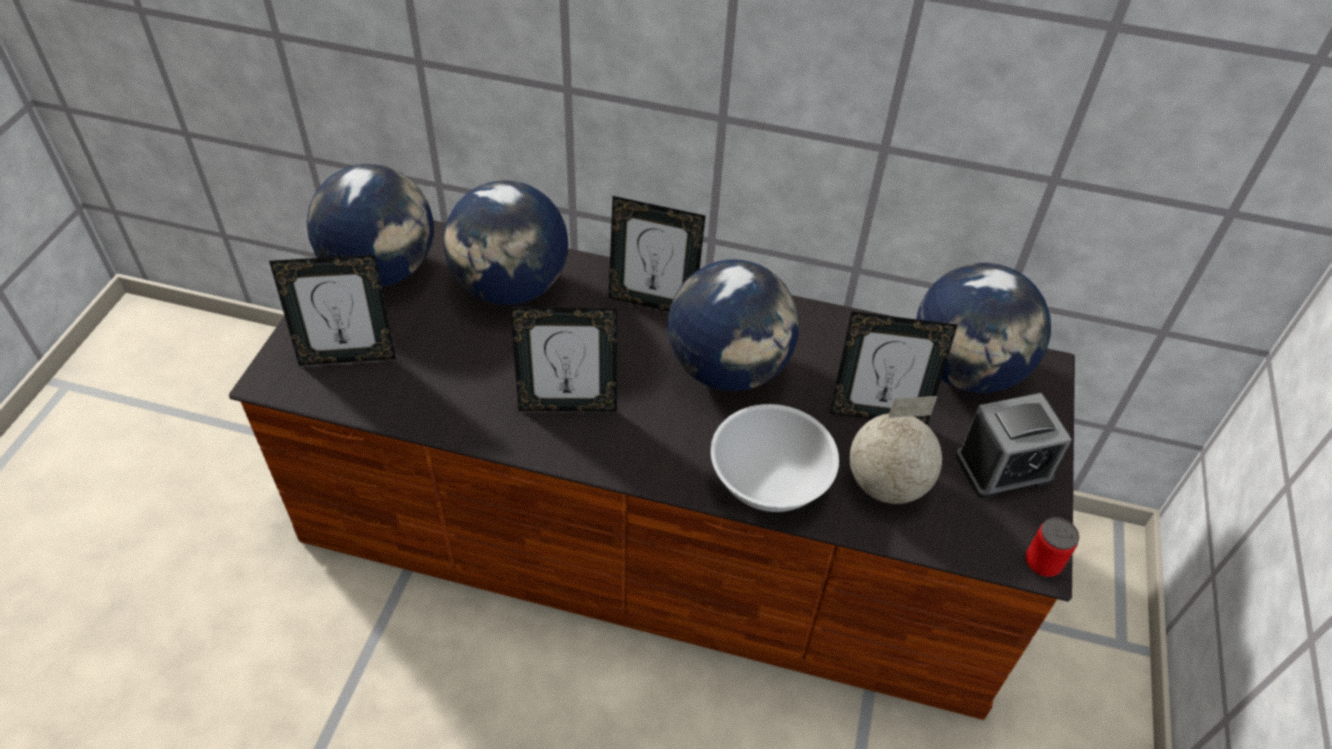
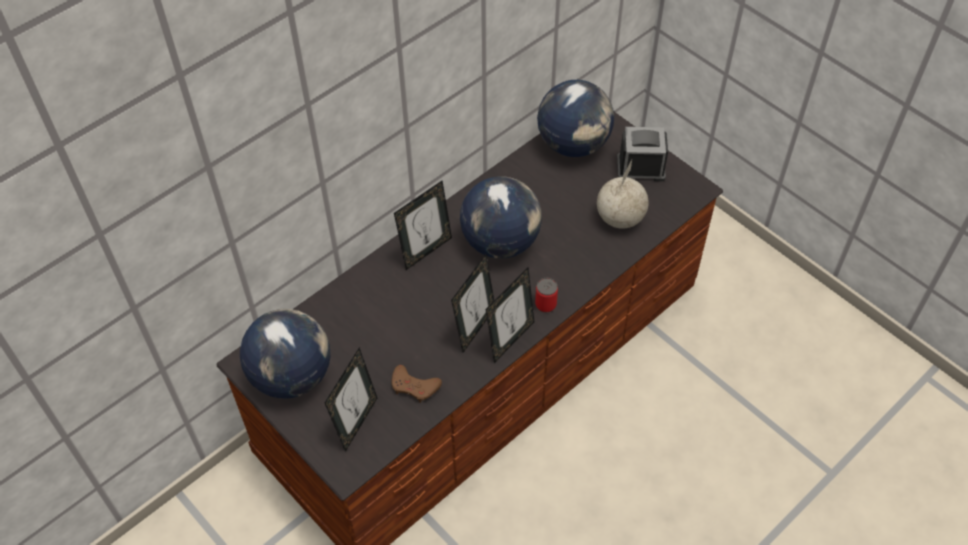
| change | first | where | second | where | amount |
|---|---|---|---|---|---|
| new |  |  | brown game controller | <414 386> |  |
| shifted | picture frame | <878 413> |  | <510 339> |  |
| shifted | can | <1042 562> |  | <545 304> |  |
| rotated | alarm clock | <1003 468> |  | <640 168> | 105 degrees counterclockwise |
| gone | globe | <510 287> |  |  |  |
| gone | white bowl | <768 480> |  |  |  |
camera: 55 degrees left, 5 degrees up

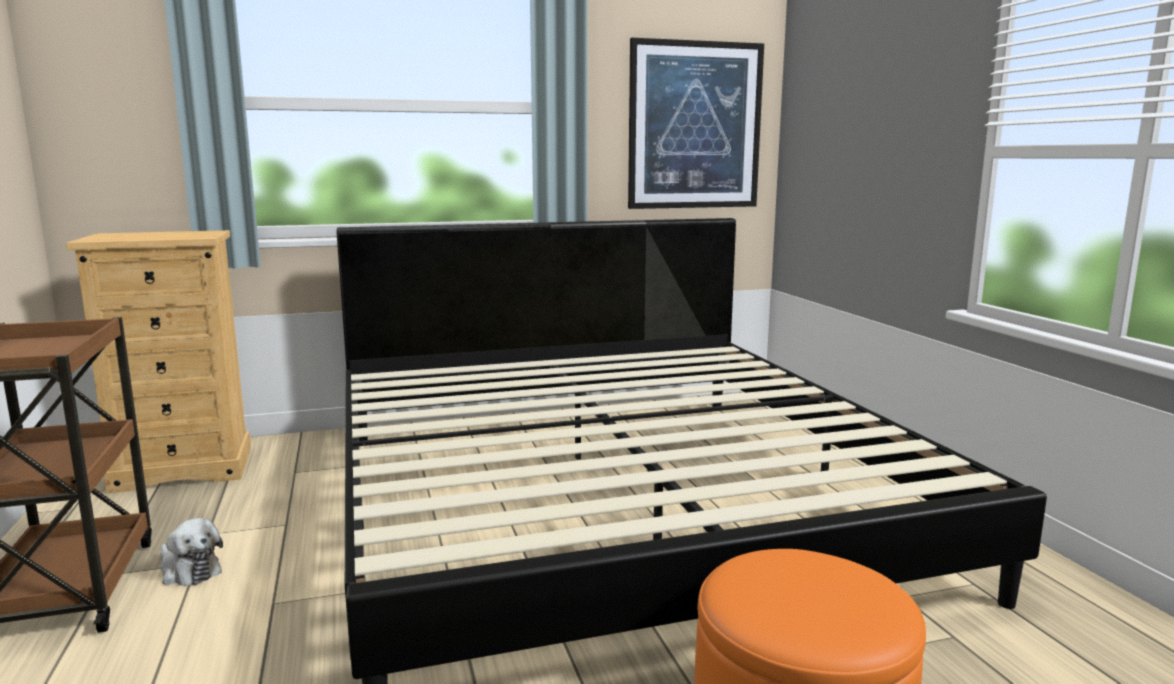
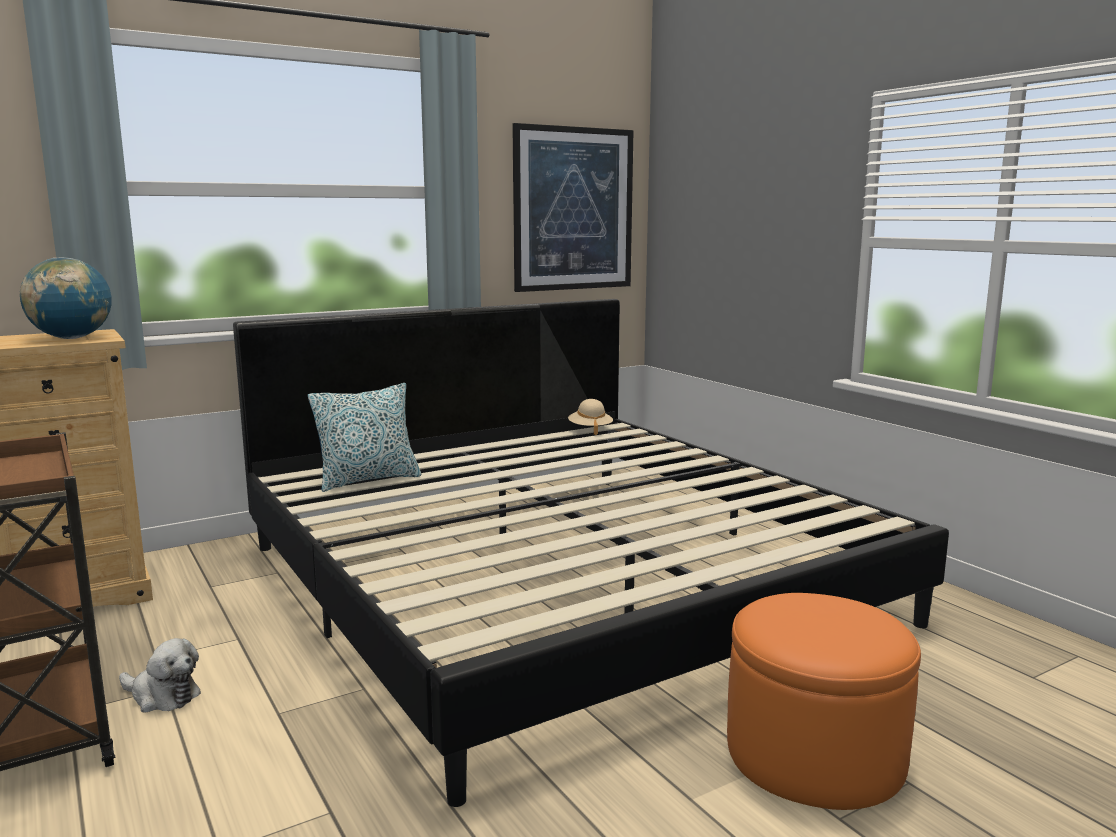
| change | first | where | second | where | amount |
|---|---|---|---|---|---|
| new |  |  | globe | <71 338> |  |
| new |  |  | pillow | <368 480> |  |
| new |  |  | beige hat | <590 429> |  |
camera: 15 degrees left, 0 degrees up

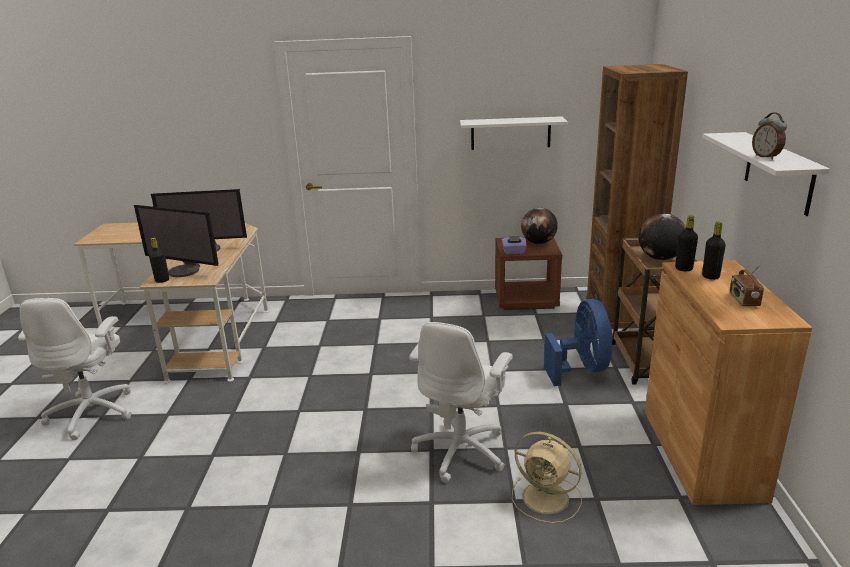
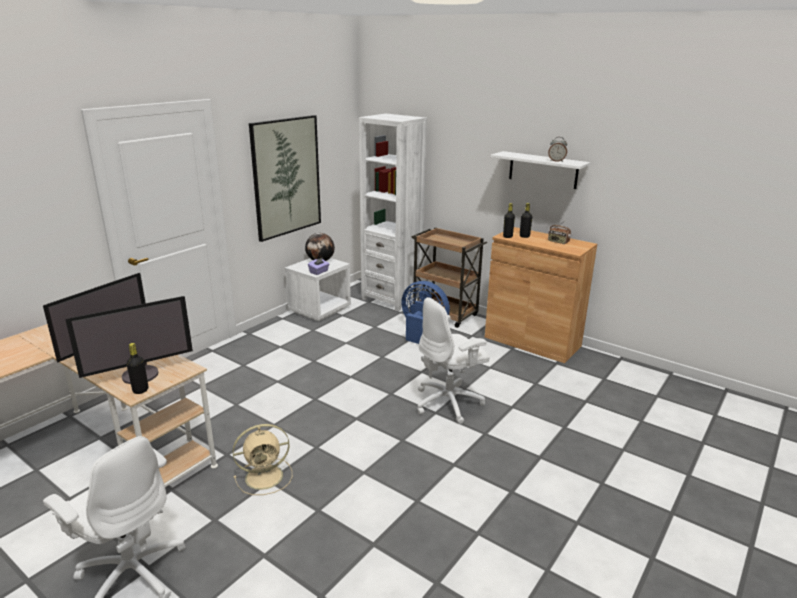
| change | first | where | second | where | amount |
|---|---|---|---|---|---|
| shifted | beige fan | <547 498> |  | <266 476> |  |
| swapped | white shelf | <510 133> | picture | <286 177> |  |
| repainted | brown nightstand | <526 299> | white nightstand | <319 309> |  |
| repainted | brown bookcase | <619 319> | white bookcase | <391 298> |  |
| rotated | white office chair | <461 450> |  | <449 403> | 90 degrees clockwise |
| gone | globe | <659 258> |  |  |  |
camera: 55 degrees left, 0 degrees up

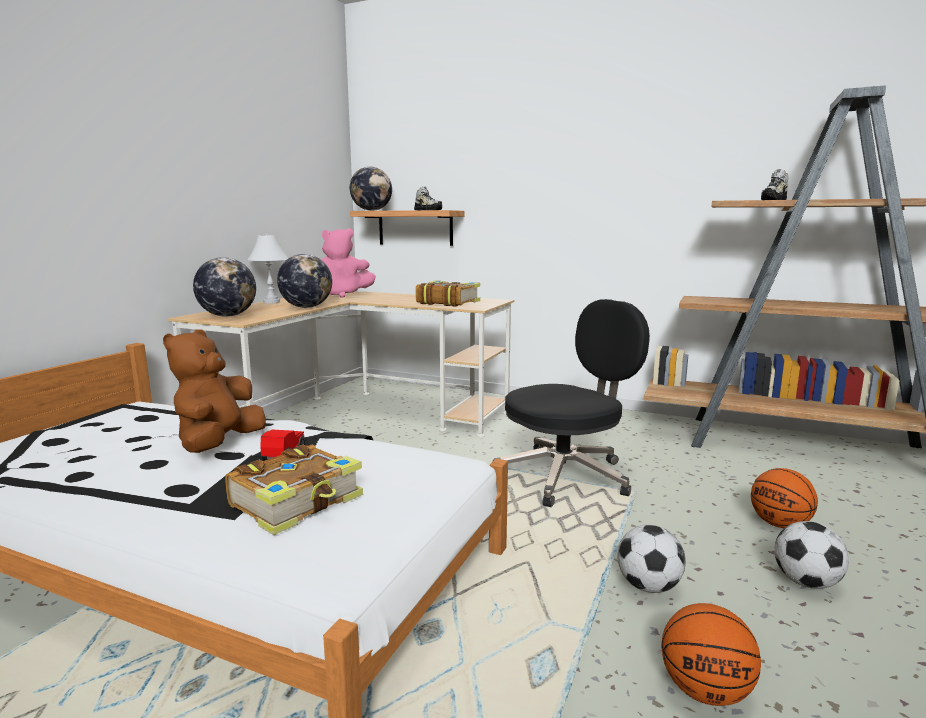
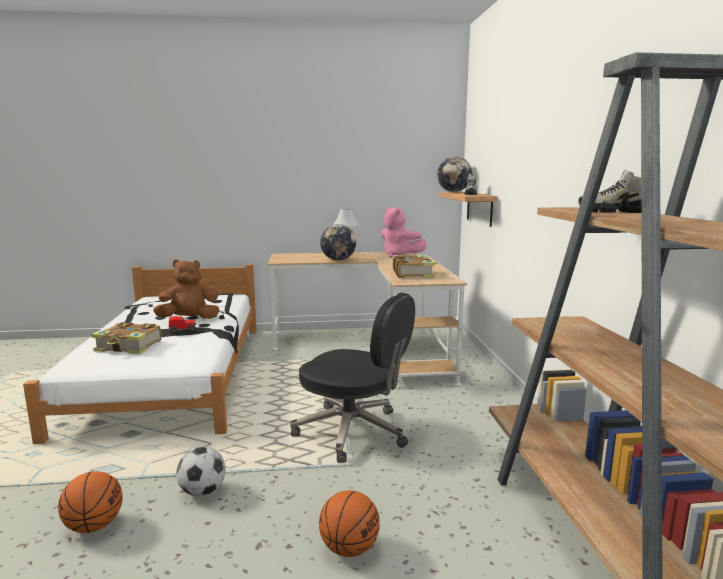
| change | first | where | second | where | amount |
|---|---|---|---|---|---|
| gone | globe | <227 316> |  |  |  |
| gone | football | <806 582> |  |  |  |
camera: 60 degrees right, 0 degrees up

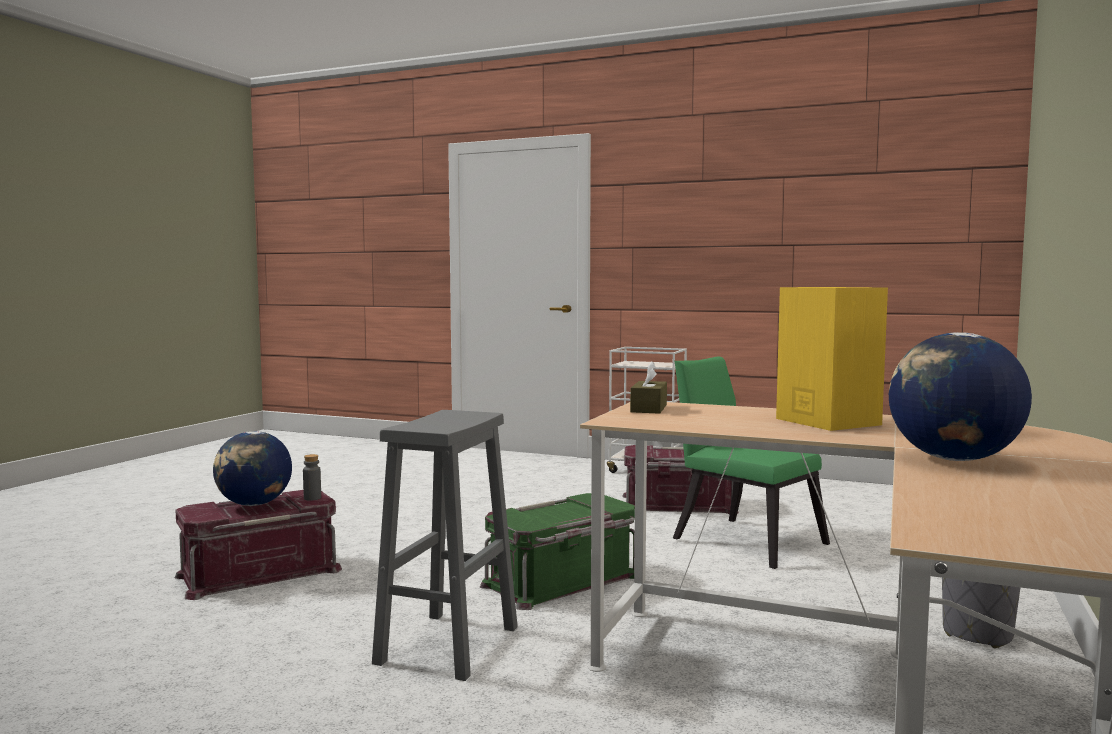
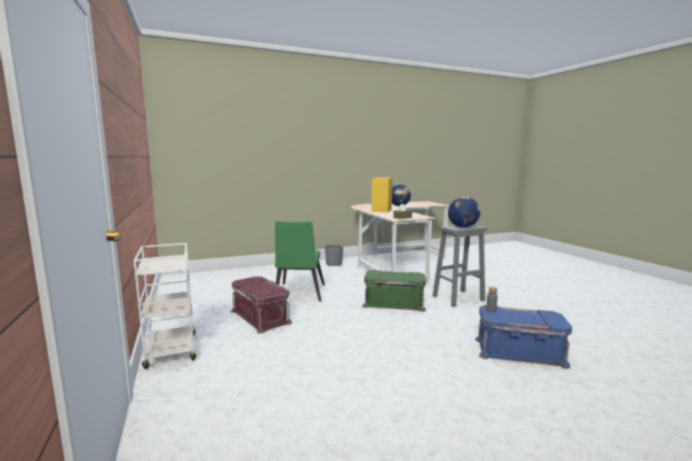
| change | first | where | second | where | amount |
|---|---|---|---|---|---|
| shifted | globe | <254 504> |  | <462 227> |  |
| repainted | red storage box | <259 572> | blue storage box | <519 352> |  |
camera: 135 degrees left, 5 degrees up

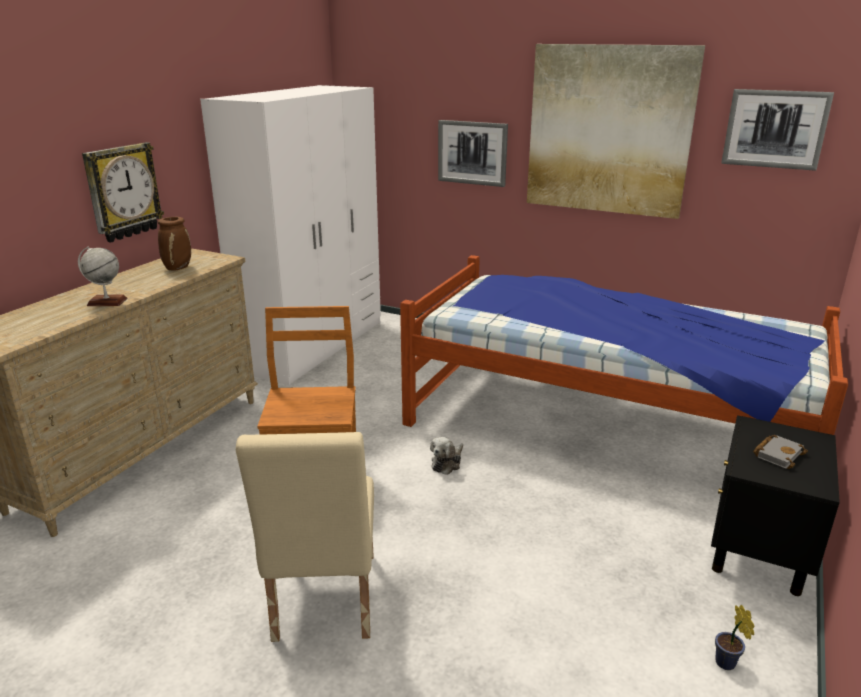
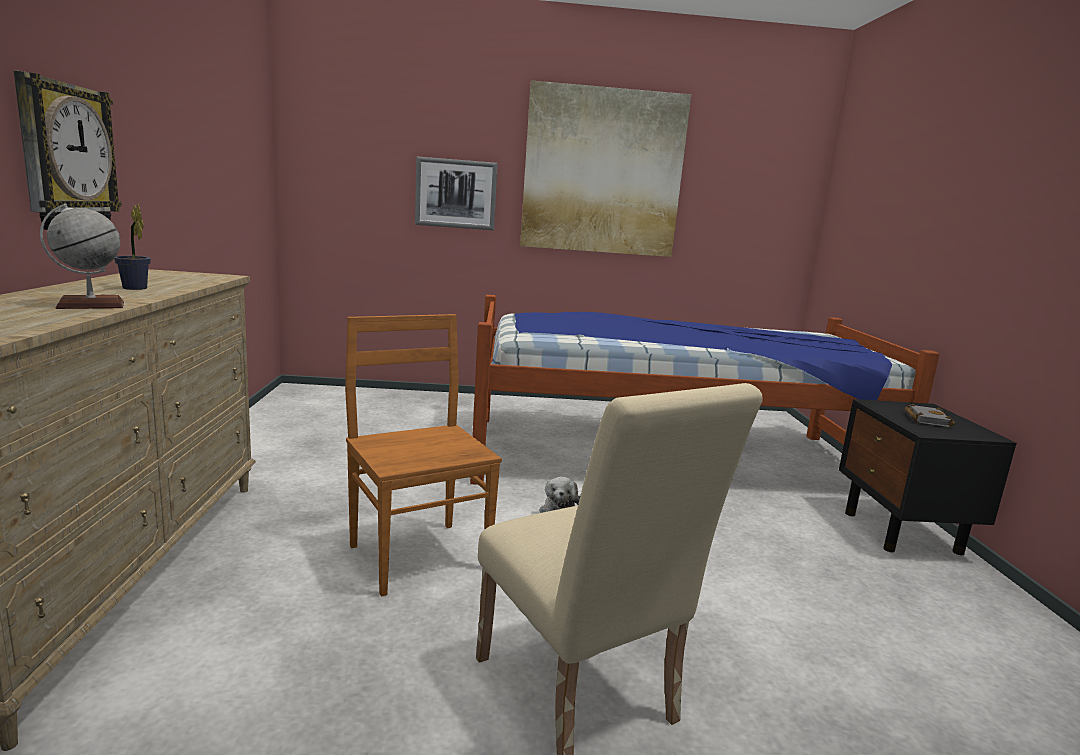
| change | first | where | second | where | amount |
|---|---|---|---|---|---|
| shifted | potted plant | <727 665> |  | <135 288> |  |
| gone | brown vase | <178 268> |  |  |  |
| gone | white wardrobe | <314 345> |  |  |  |
| gone | picture | <775 129> |  |  |  |
camera: 30 degrees left, 10 degrees down

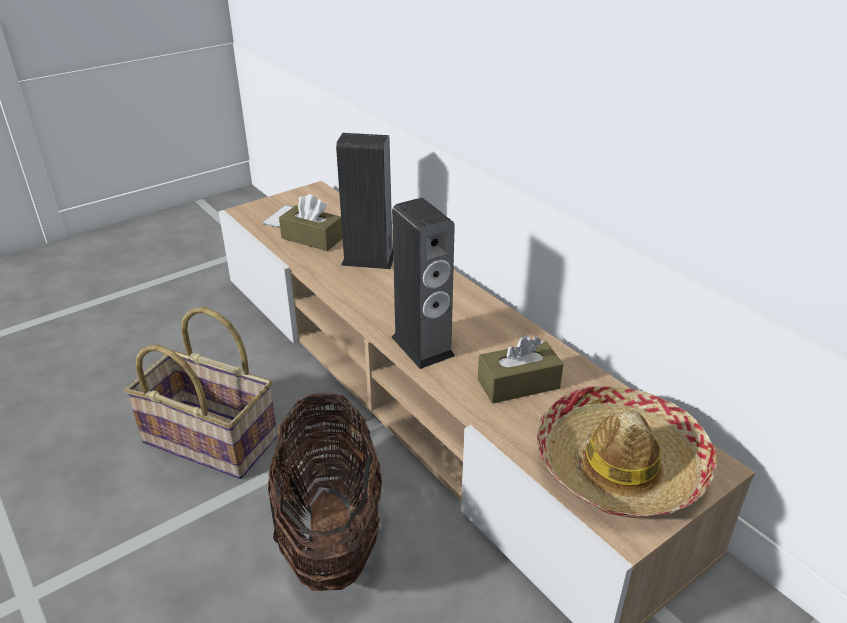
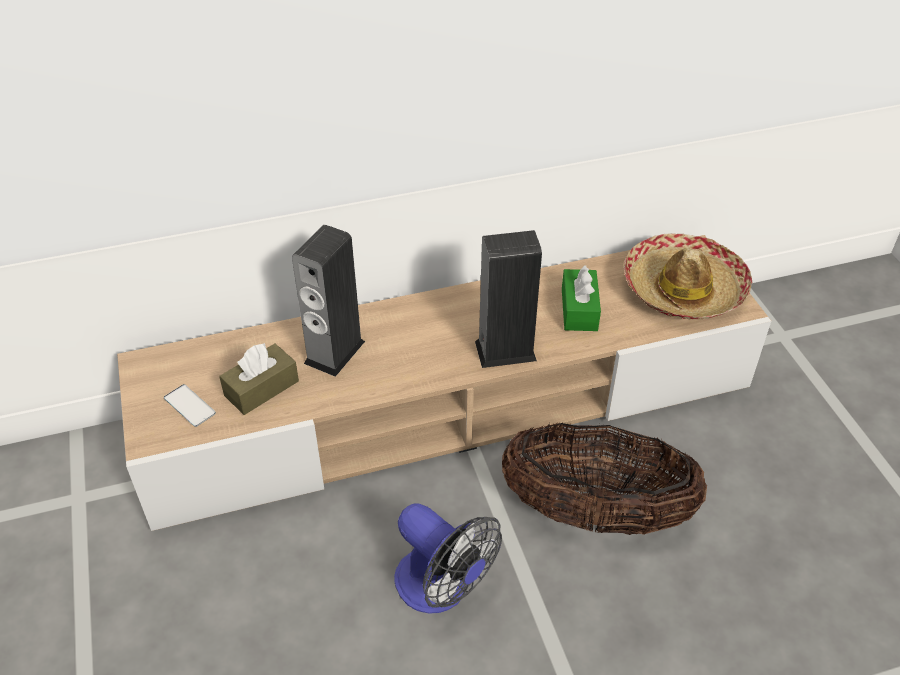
| change | first | where | second | where | amount |
|---|---|---|---|---|---|
| swapped | basket | <212 439> | fan | <442 589> |  |
| repainted | brown tissue box | <518 384> | green tissue box | <579 309> |  |
camera: 70 degrees left, 10 degrees up

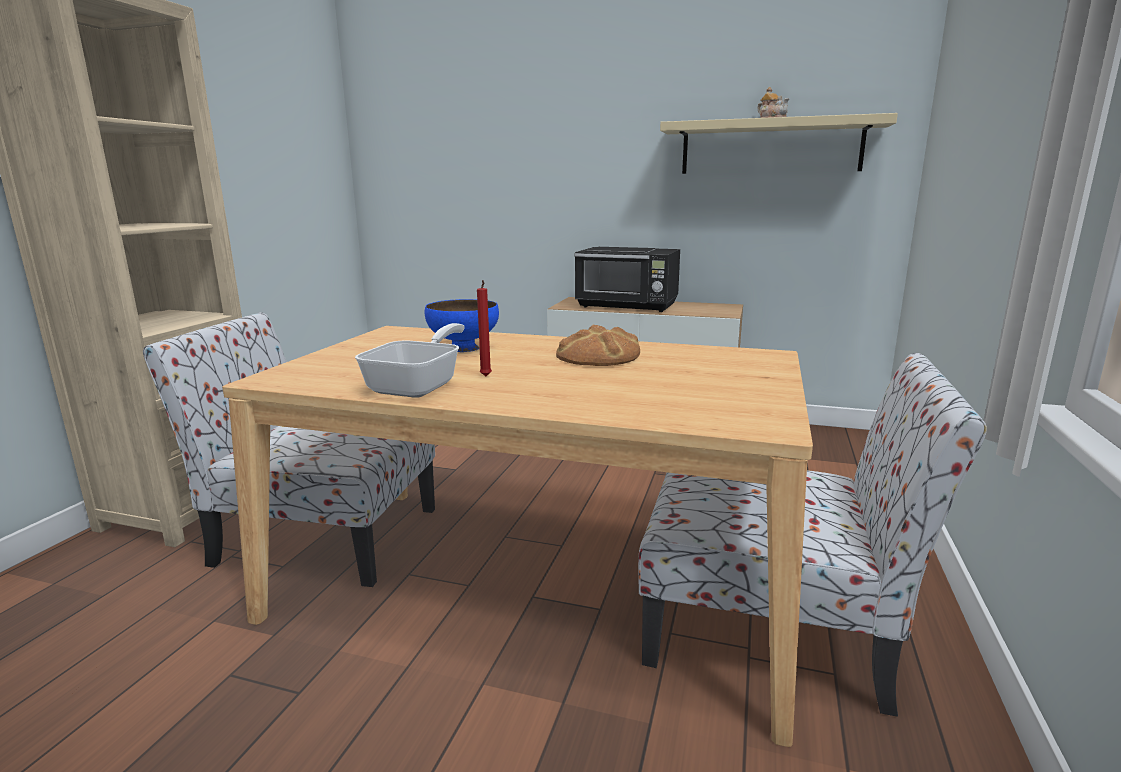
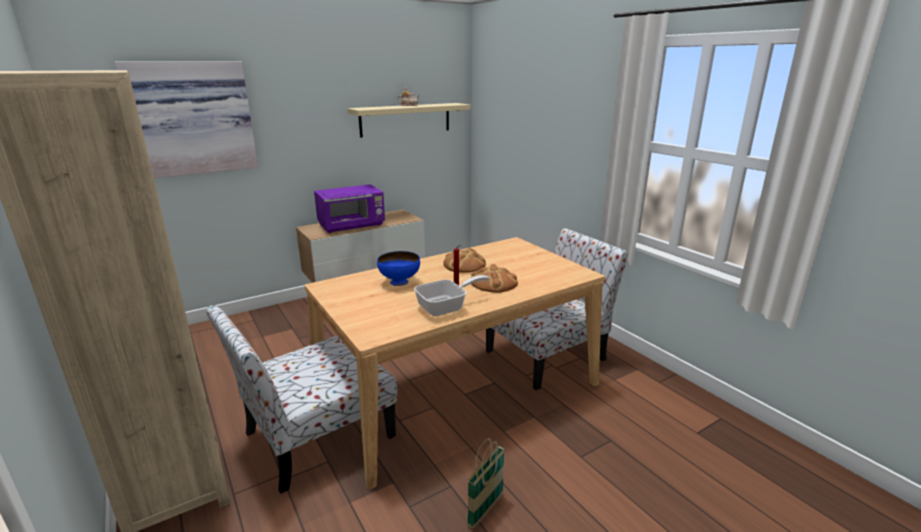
| change | first | where | second | where | amount |
|---|---|---|---|---|---|
| new |  |  | picture | <192 118> |  |
| repainted | black microwave | <628 306> | purple microwave | <352 226> |  |
| rotated | frying pan | <420 385> |  | <446 307> | 90 degrees clockwise |
| new |  |  | basket | <485 510> |  |
| new |  |  | bread | <494 282> |  |
camera: 50 degrees left, 5 degrees up

